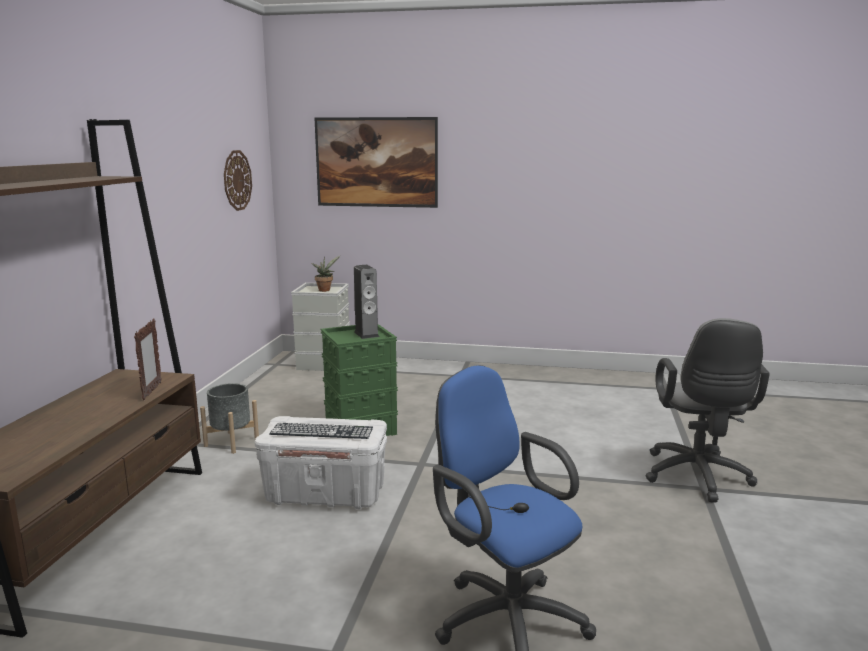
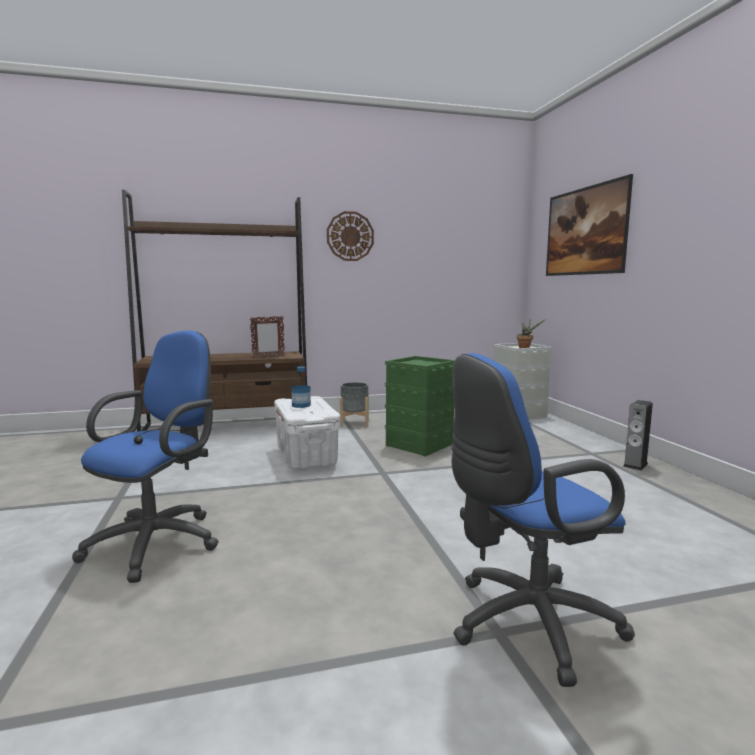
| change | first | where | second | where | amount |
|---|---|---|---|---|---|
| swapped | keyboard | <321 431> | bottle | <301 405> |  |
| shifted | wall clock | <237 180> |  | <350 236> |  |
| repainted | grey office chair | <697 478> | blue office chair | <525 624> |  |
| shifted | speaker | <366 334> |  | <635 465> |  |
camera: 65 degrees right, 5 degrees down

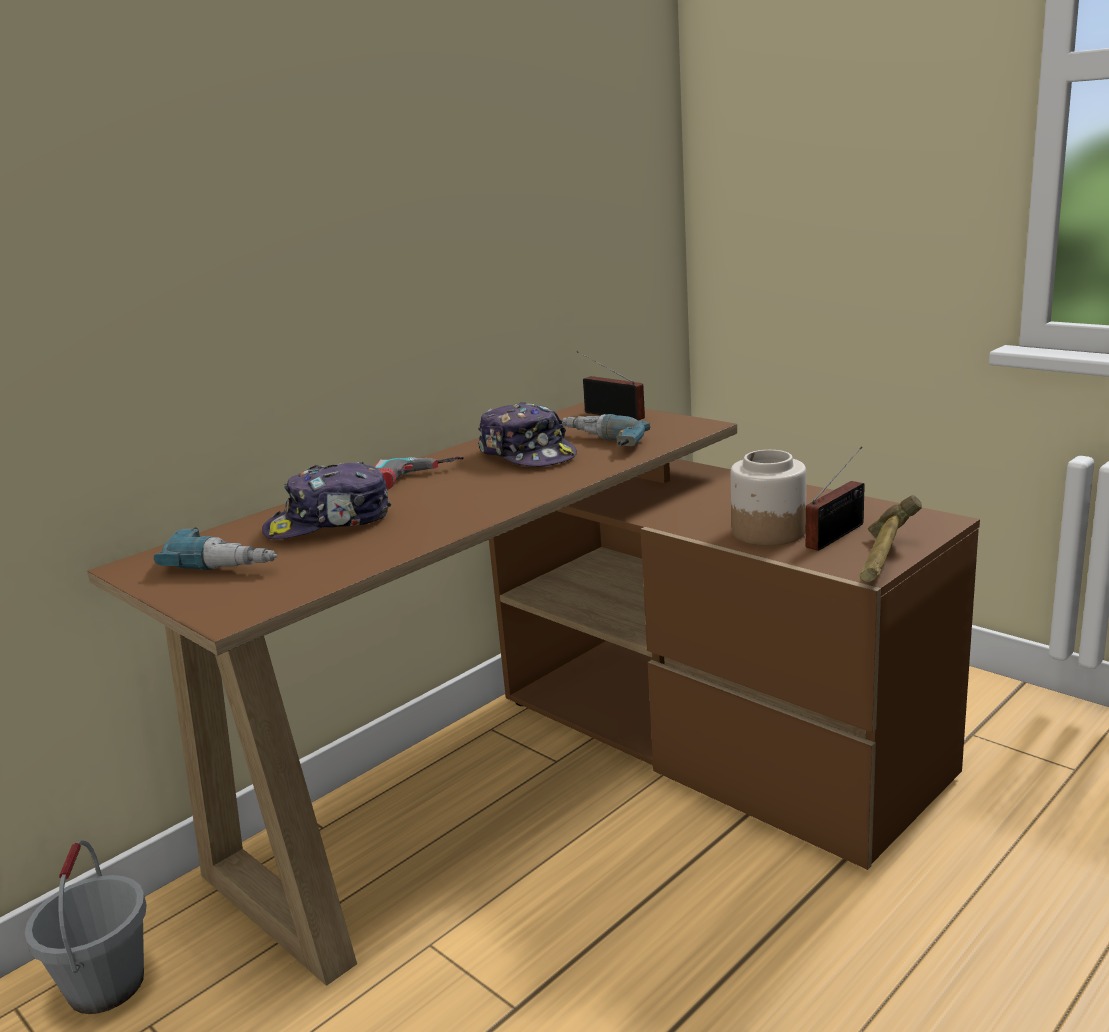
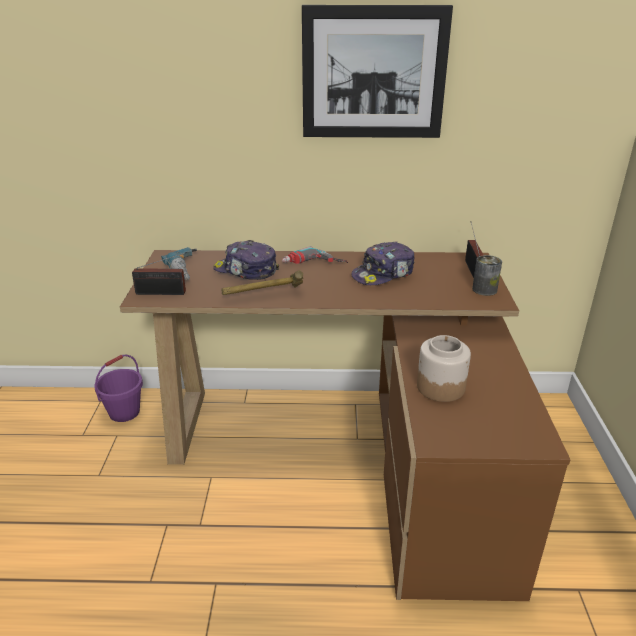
| change | first | where | second | where | amount |
|---|---|---|---|---|---|
| repainted | grey bucket | <105 985> | purple bucket | <124 412> |  |
| shifted | radio | <838 534> |  | <163 293> |  |
| shifted | hammer | <882 564> |  | <263 296> |  |
| new |  |  | picture | <373 73> |  |
| rotated | cap | <528 454> |  | <383 274> | 45 degrees clockwise |
| new |  |  | can | <484 289> |  |
| gone | power drill | <597 443> |  |  |  |
camera: 45 degrees right, 10 degrees up

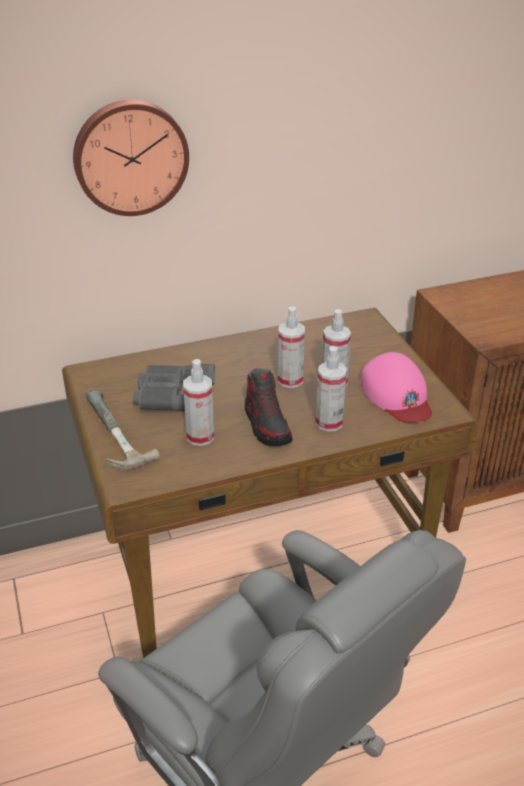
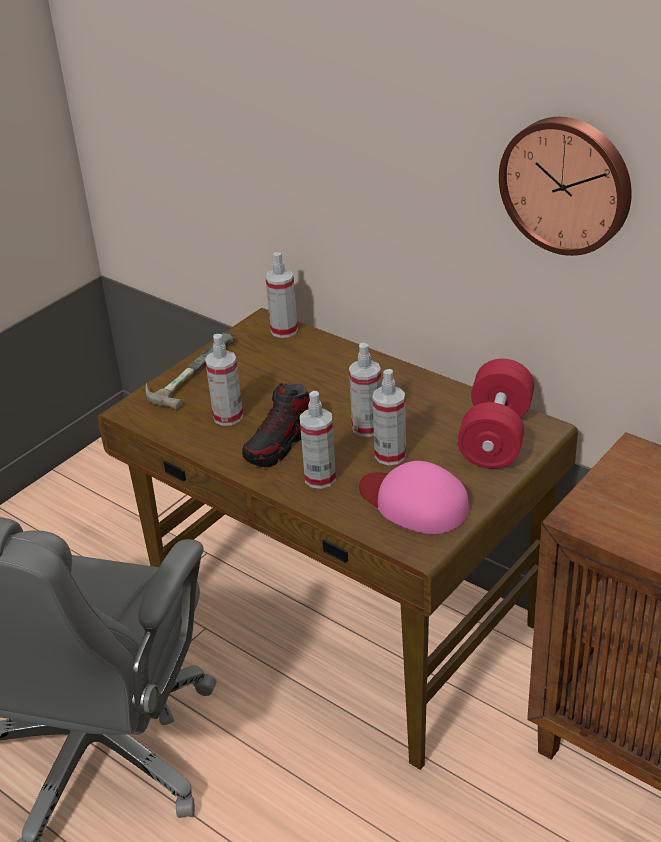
| change | first | where | second | where | amount |
|---|---|---|---|---|---|
| new |  |  | spray bottle | <284 330> |  |
| rotated | pink cap | <397 395> |  | <414 503> | 90 degrees clockwise |
| new |  |  | red dumbbell | <496 437> |  |
| shifted | wall clock | <130 157> |  | <567 184> |  |
| gone | grey binoculars | <172 395> |  |  |  |
camera: 60 degrees right, 0 degrees up

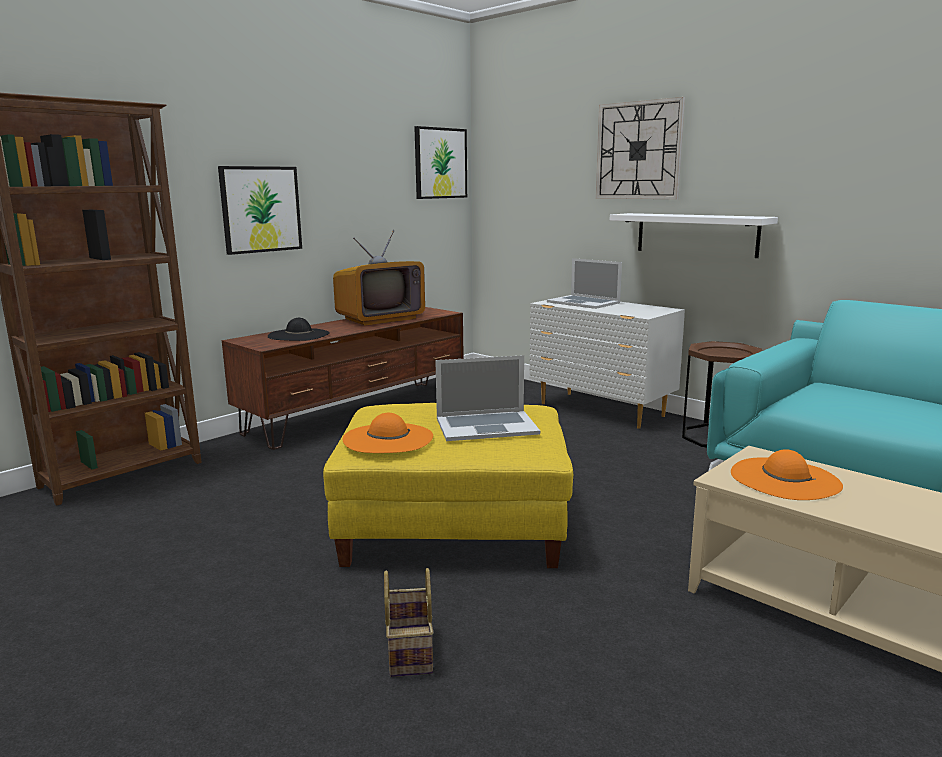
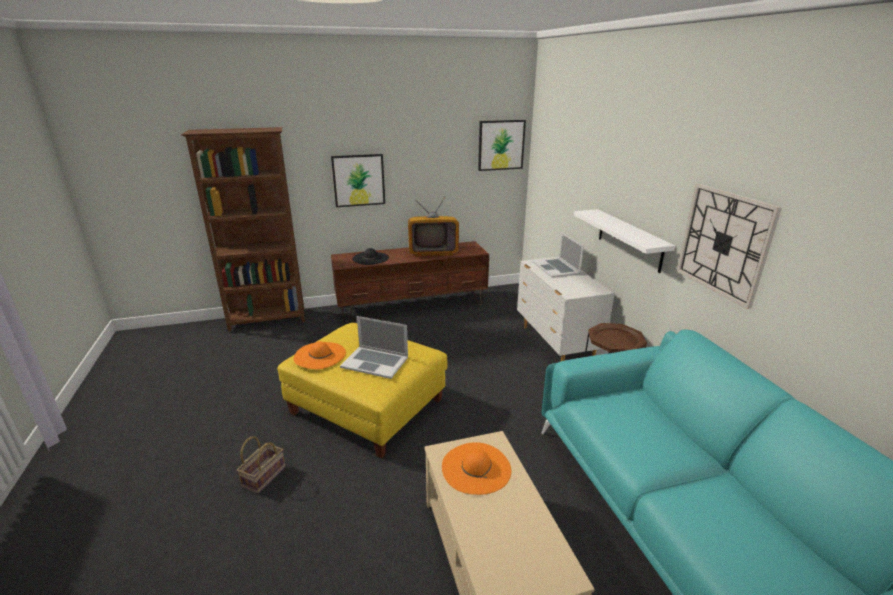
| change | first | where | second | where | amount |
|---|---|---|---|---|---|
| shifted | wall clock | <638 150> |  | <724 243> |  |
camera: 30 degrees right, 10 degrees up

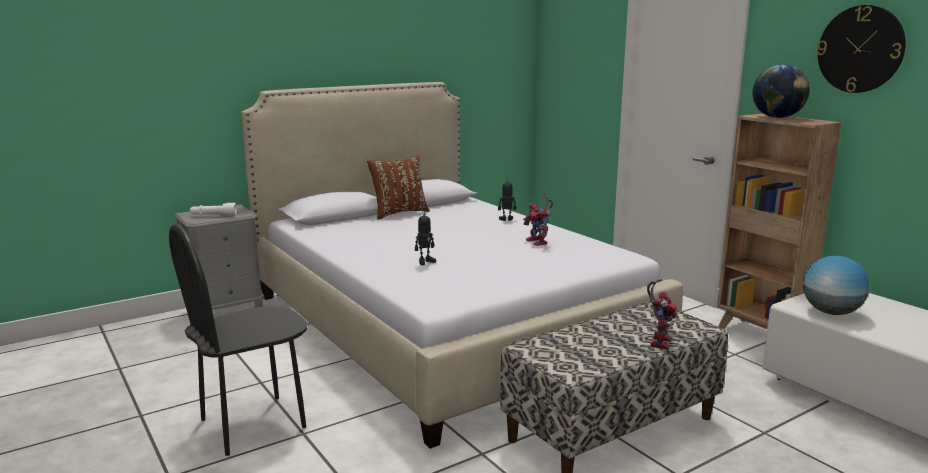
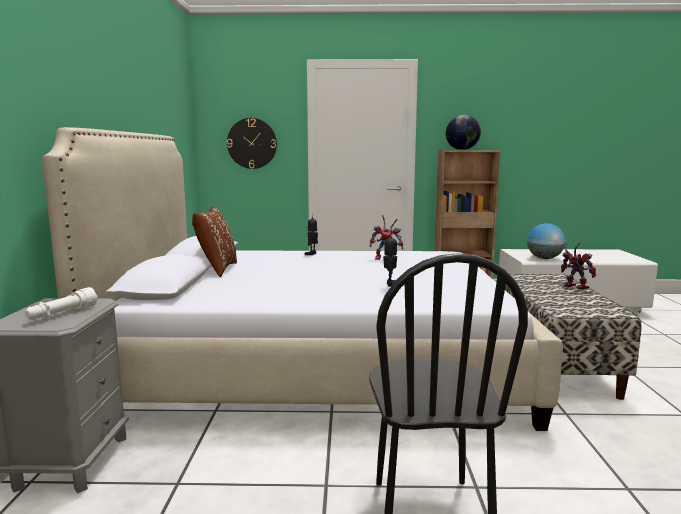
| change | first | where | second | where | amount |
|---|---|---|---|---|---|
| shifted | wall clock | <860 49> |  | <252 143> |  |
camera: 55 degrees left, 5 degrees down

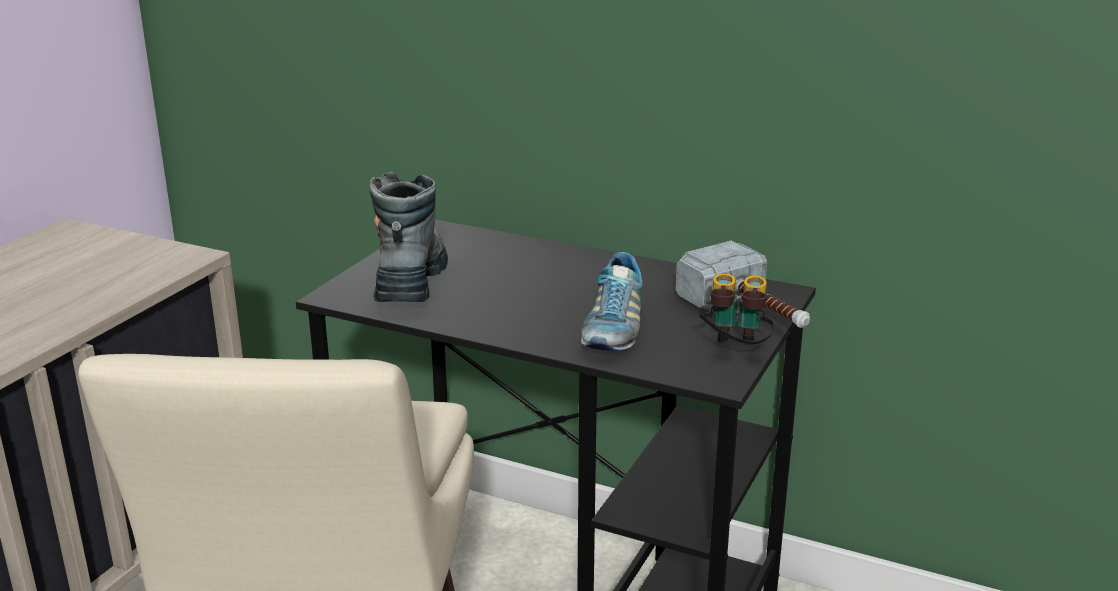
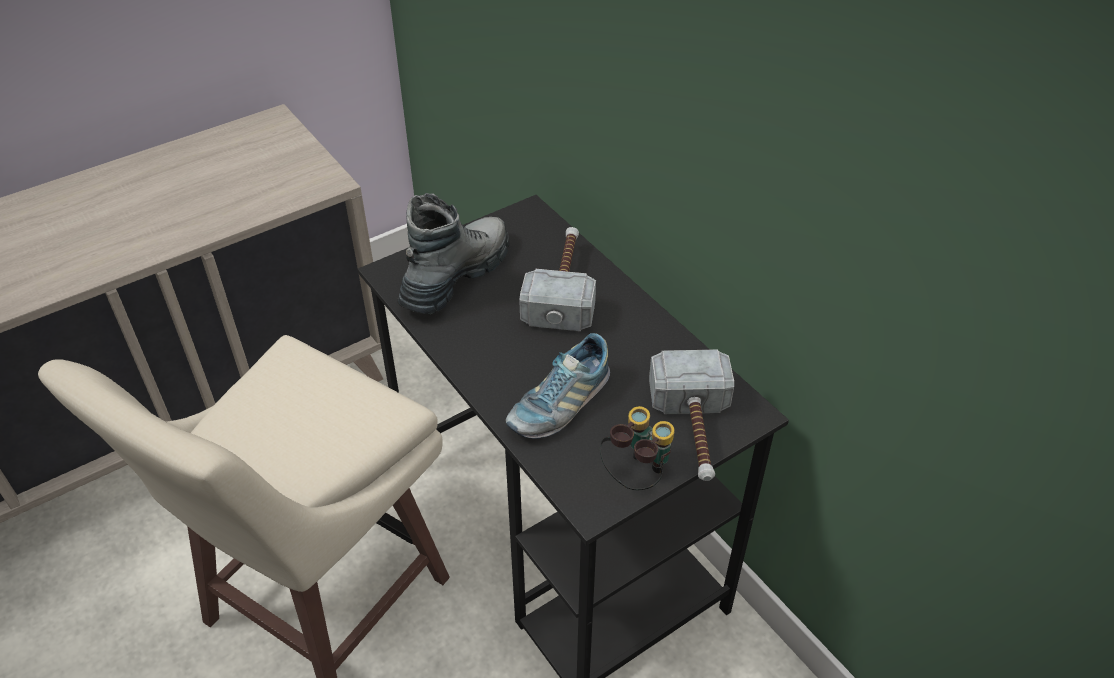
| change | first | where | second | where | amount |
|---|---|---|---|---|---|
| new |  |  | hammer | <563 287> |  |
camera: 30 degrees right, 20 degrees up

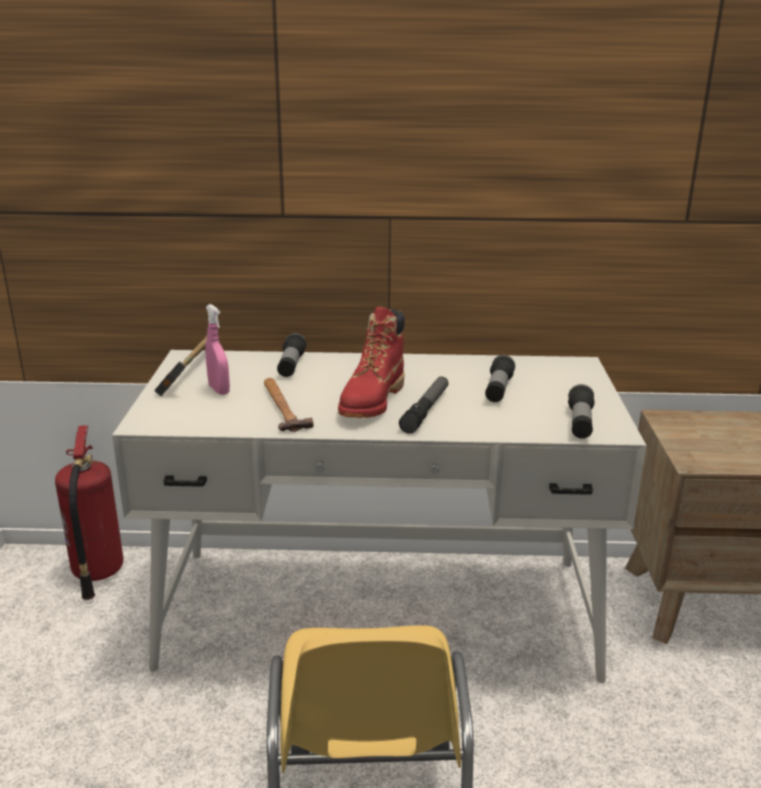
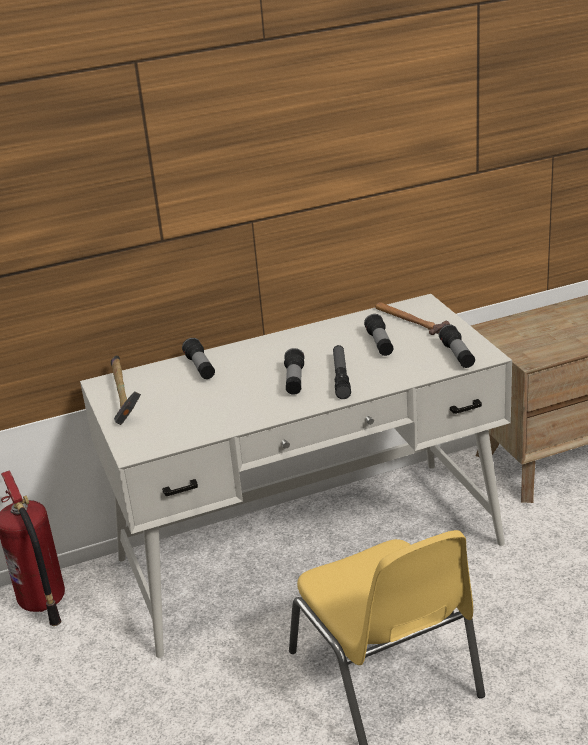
| change | first | where | second | where | amount |
|---|---|---|---|---|---|
| swapped | red boot | <372 401> | flashlight | <294 380> |  |
| shifted | hammer | <283 407> |  | <409 320> |  |
| gone | pink spray bottle | <219 390> |  |  |  |
camera: 20 degrees left, 5 degrees up

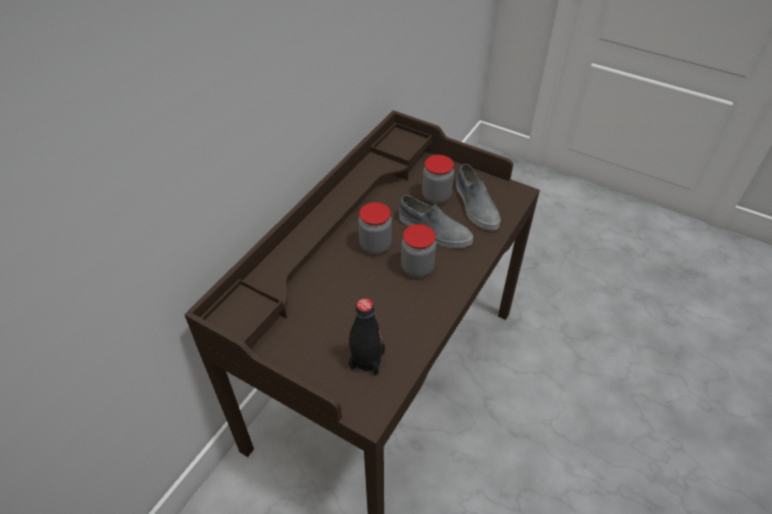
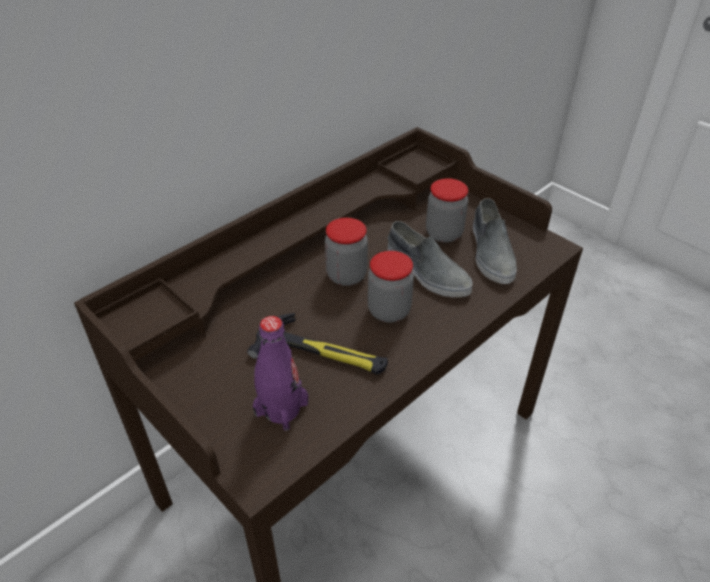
| change | first | where | second | where | amount |
|---|---|---|---|---|---|
| new |  |  | hammer | <321 352> |  |
| repainted | black bottle | <367 360> | purple bottle | <281 409> |  |
camera: 15 degrees right, 5 degrees down

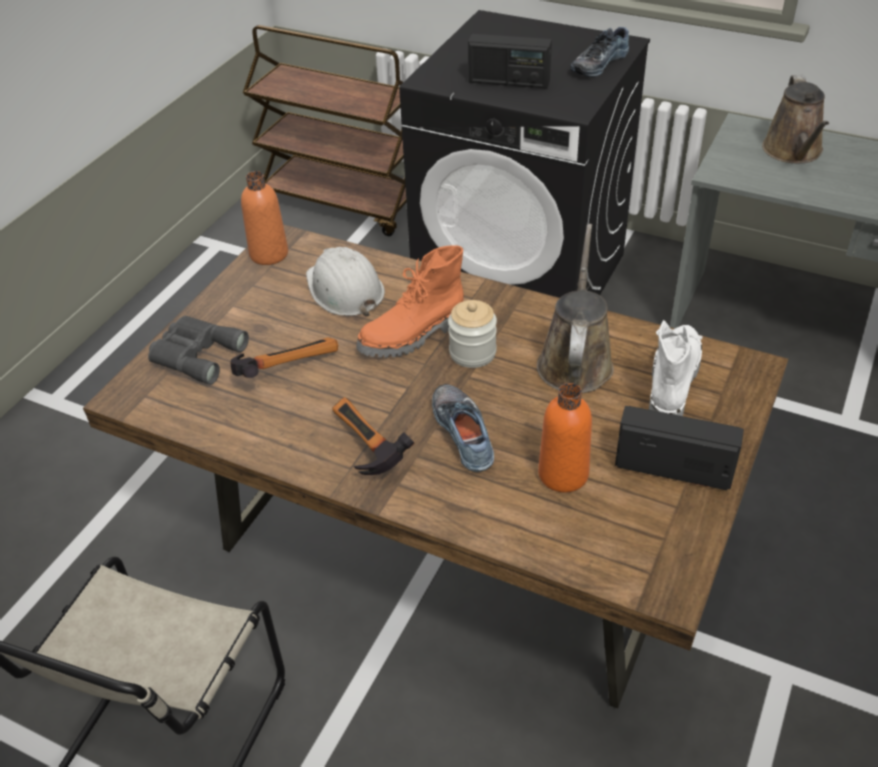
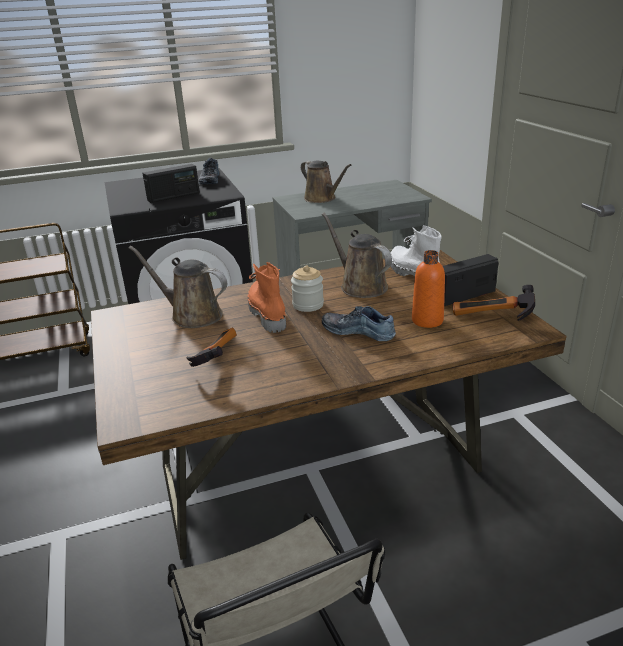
| change | first | where | second | where | amount |
|---|---|---|---|---|---|
| swapped | white hard hat | <344 289> | brown watering can | <192 315> |  |
| rotated | orange boot | <413 336> |  | <266 313> | 150 degrees clockwise |
| shifted | hammer | <362 449> |  | <492 319> |  |
| gone | grey binoculars | <195 354> |  |  |  |
| gone | orange bottle | <269 254> |  |  |  |
camera: 45 degrees left, 15 degrees down

